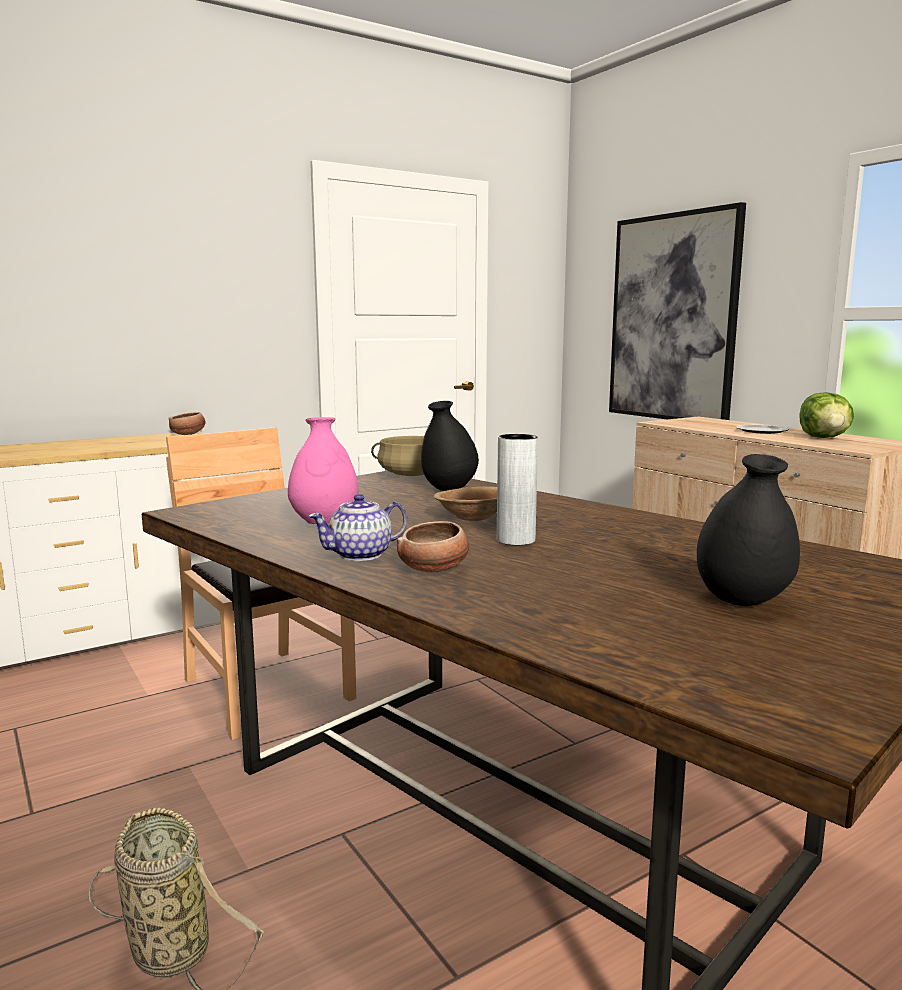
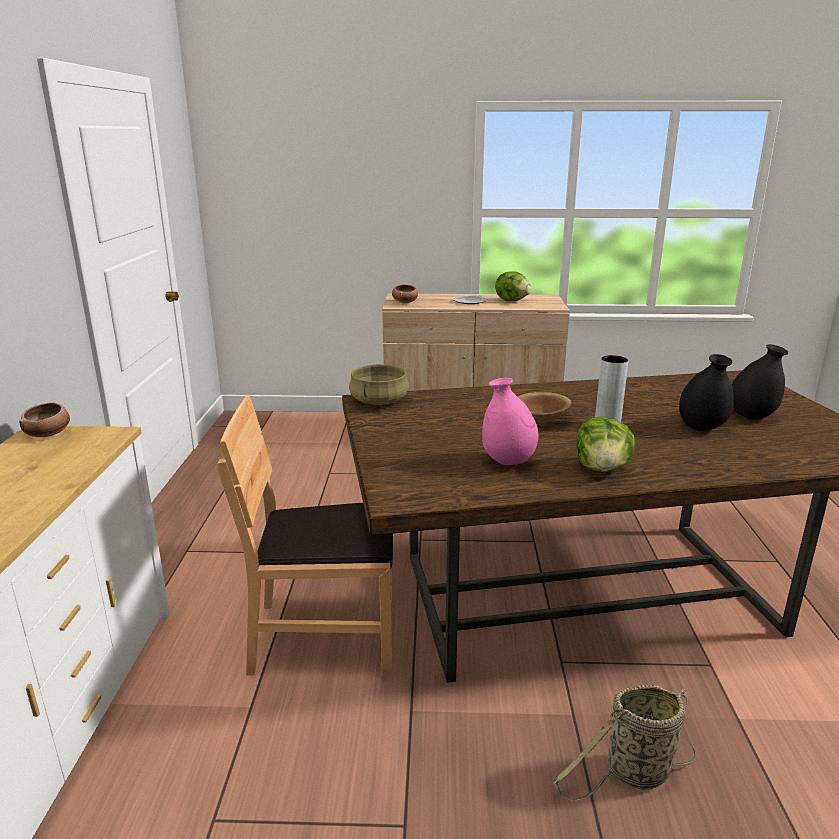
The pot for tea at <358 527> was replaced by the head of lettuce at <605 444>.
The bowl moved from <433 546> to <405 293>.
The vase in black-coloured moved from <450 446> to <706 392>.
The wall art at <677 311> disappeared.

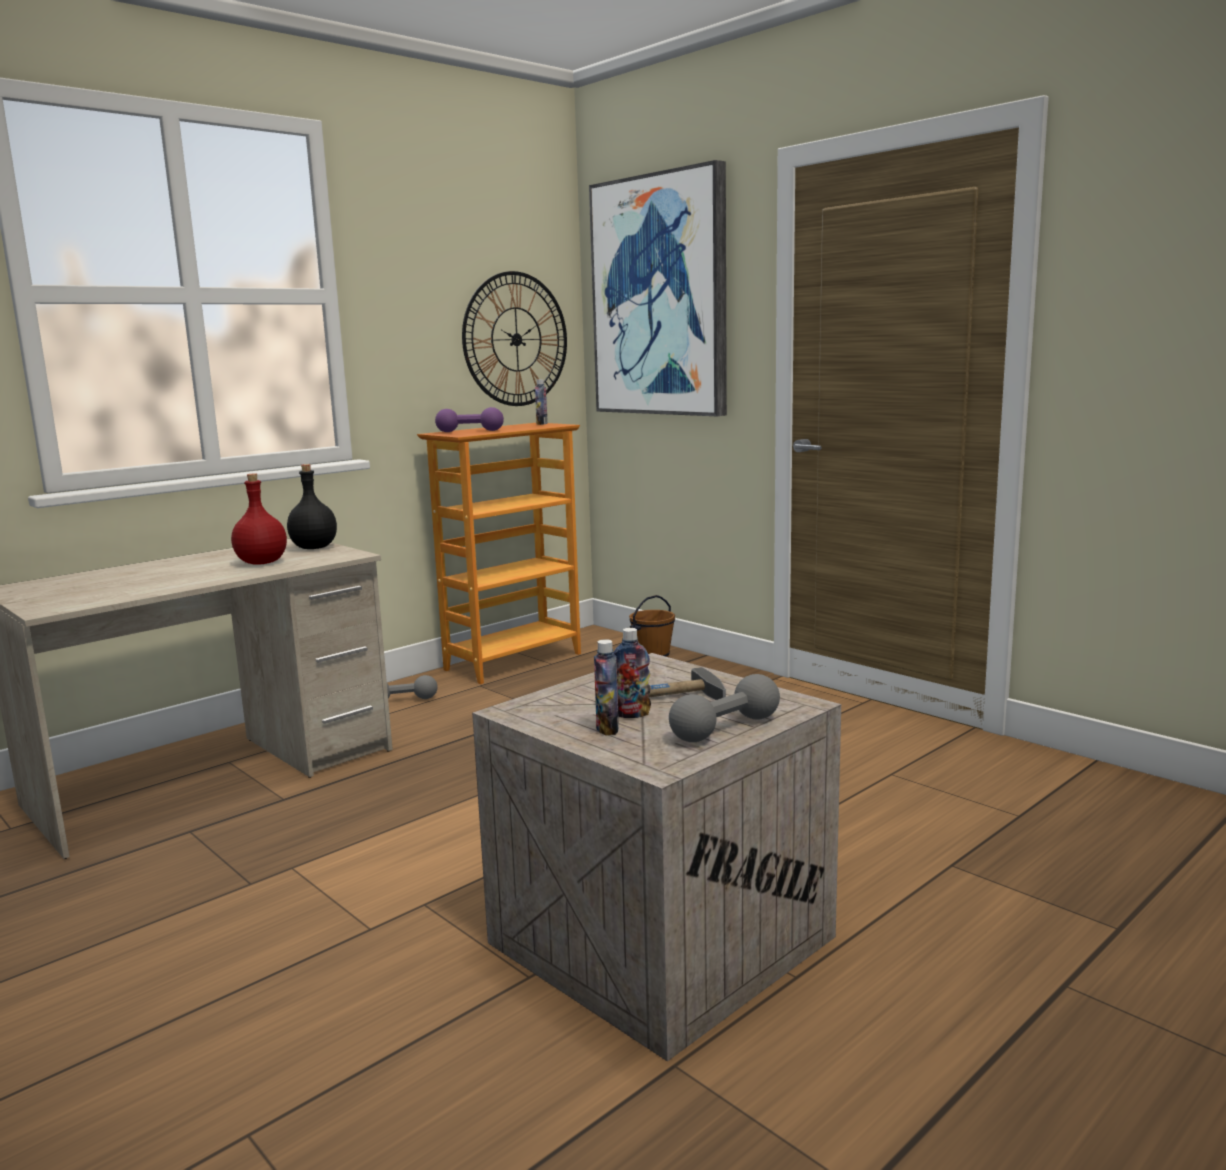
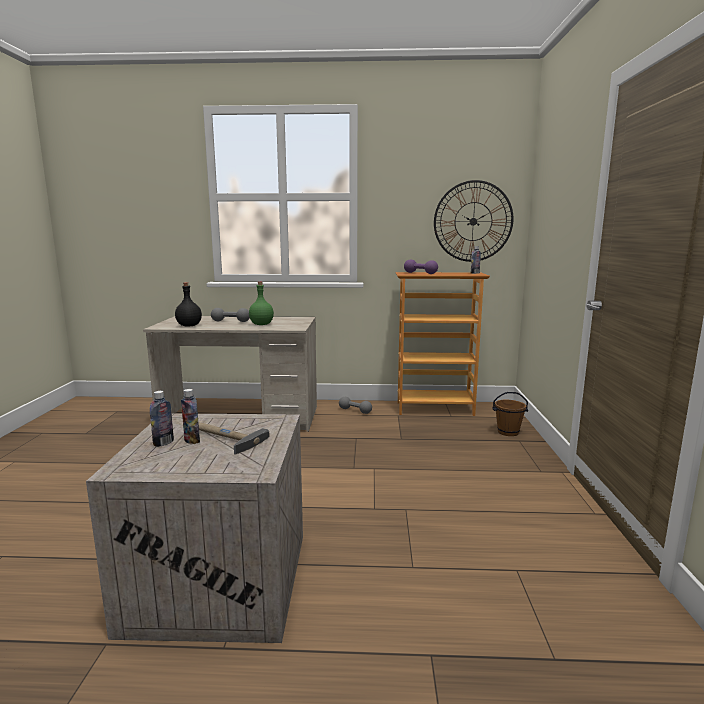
The drink bottle in red-coloured at <259 519> became the drink bottle in green at <261 303>.
The drink bottle in black-coloured moved from <312 506> to <188 304>.
The wall art at <658 288> disappeared.
The dumbbell in gray moved from <724 708> to <230 315>.

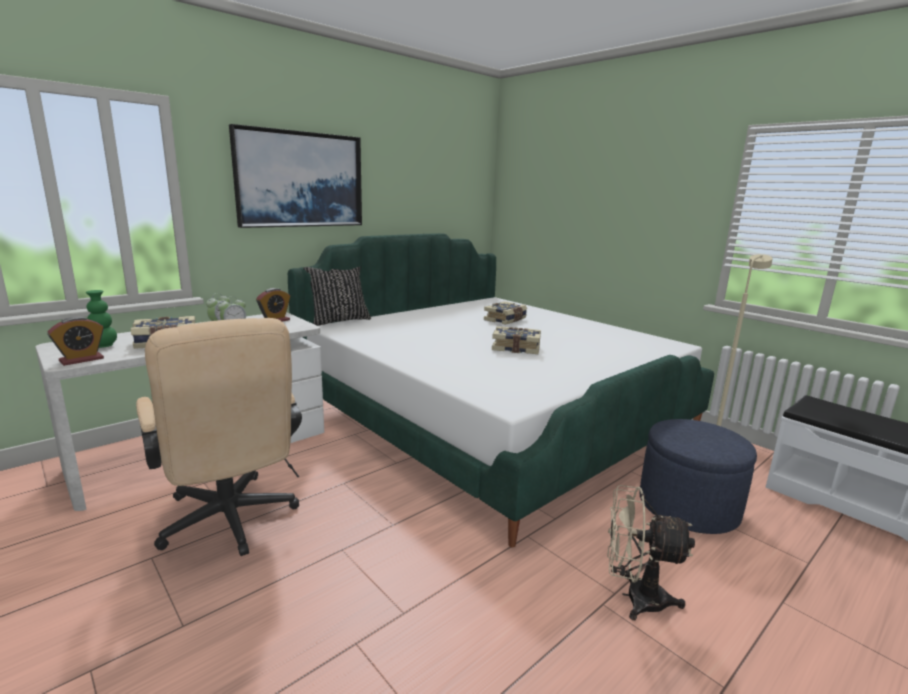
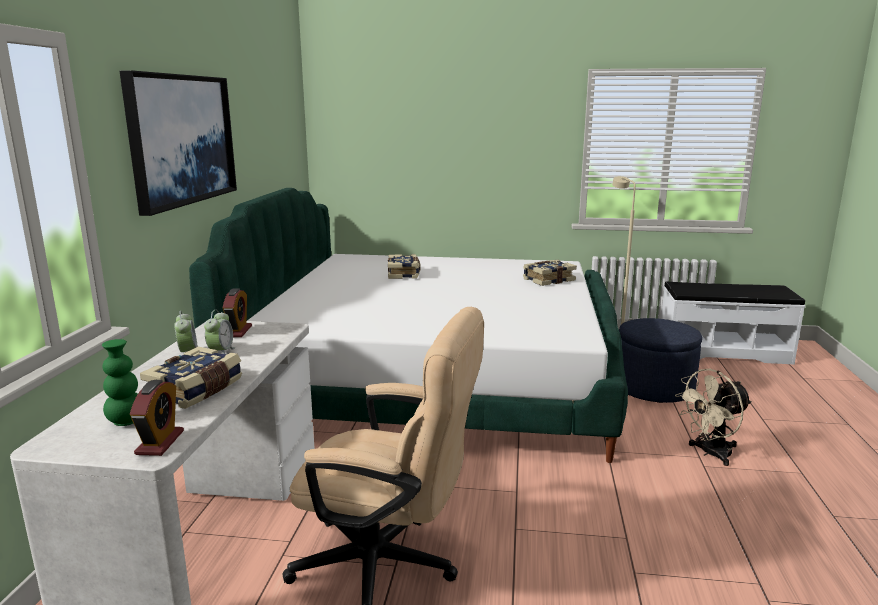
The pillow in black-coloured at <337 296> disappeared.
The bound book moved from <516 340> to <550 273>.

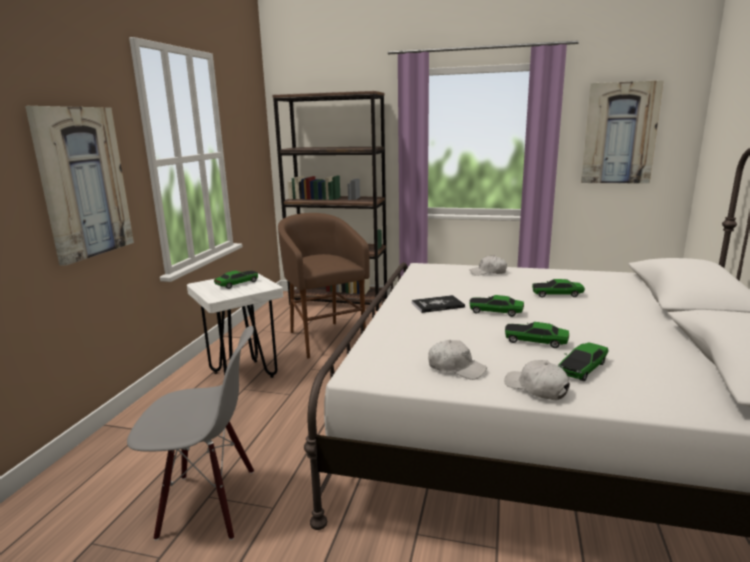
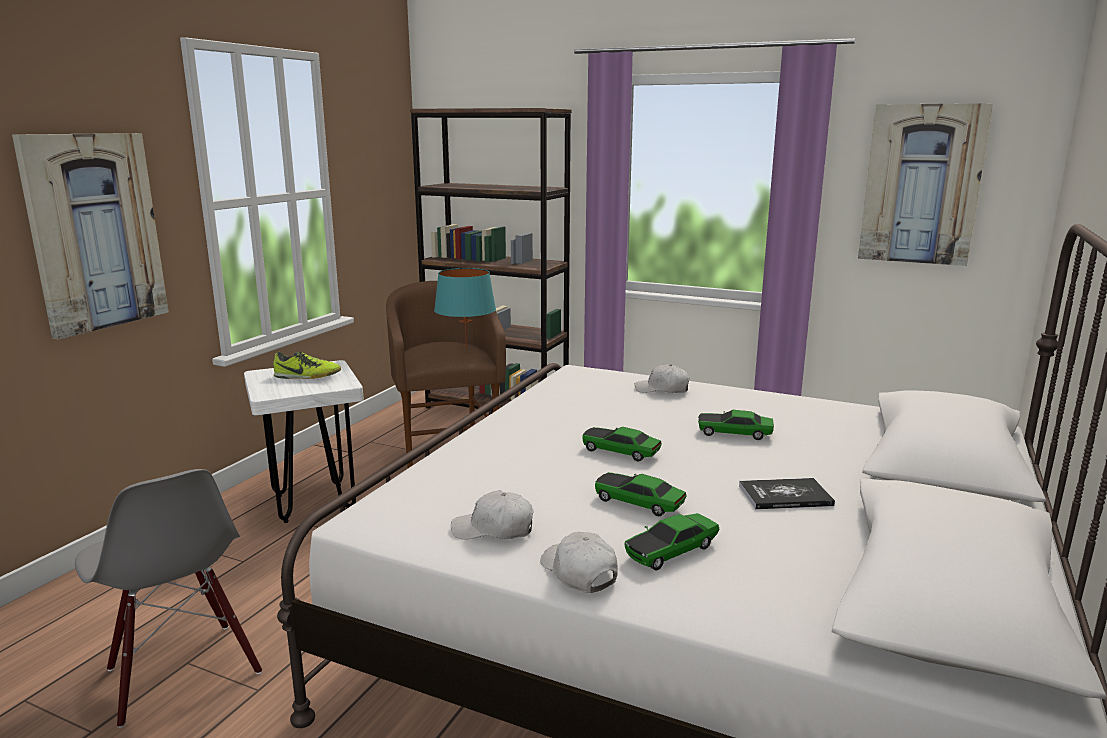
The chair in gray at <190 433> turned 45 degrees clockwise.
The model car at <236 280> was replaced by the low shoe at <307 365>.
The bound book moved from <438 304> to <787 493>.
The baseball cap in white at <457 360> turned 150 degrees clockwise.
The lamp for a table in turquoise at <465 308> appeared.

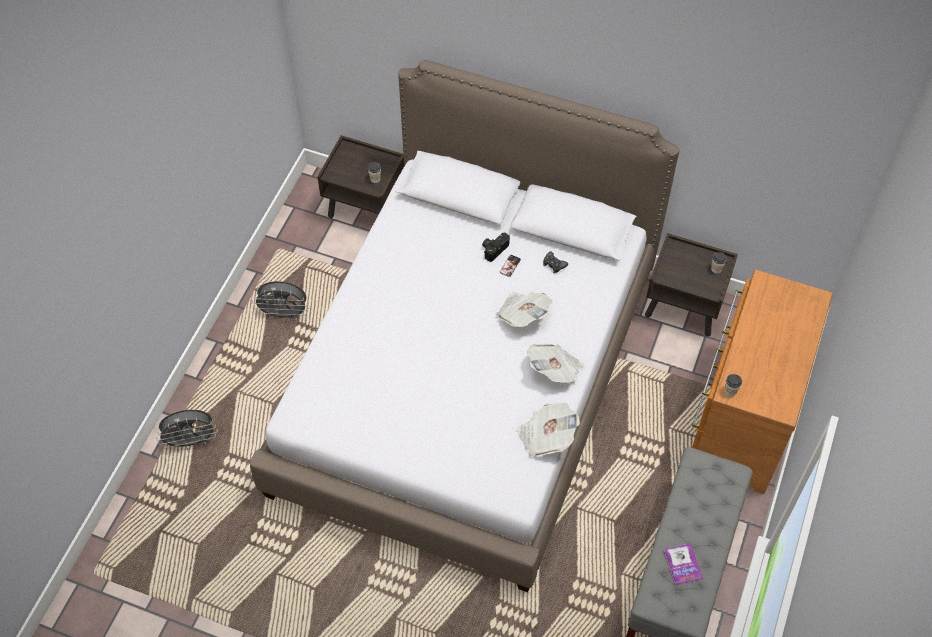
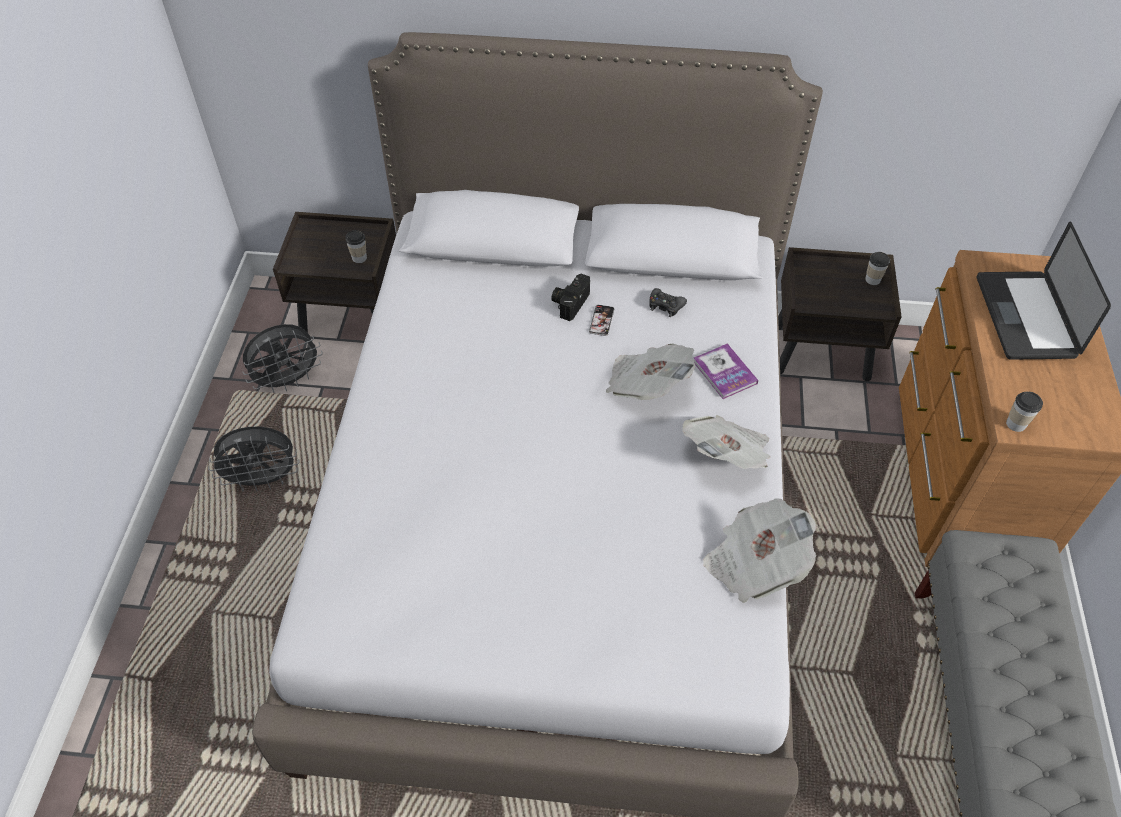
The cooling fan in gray moved from <187 430> to <283 358>.
The bound book moved from <683 564> to <726 371>.
The notebook computer at <1044 291> appeared.

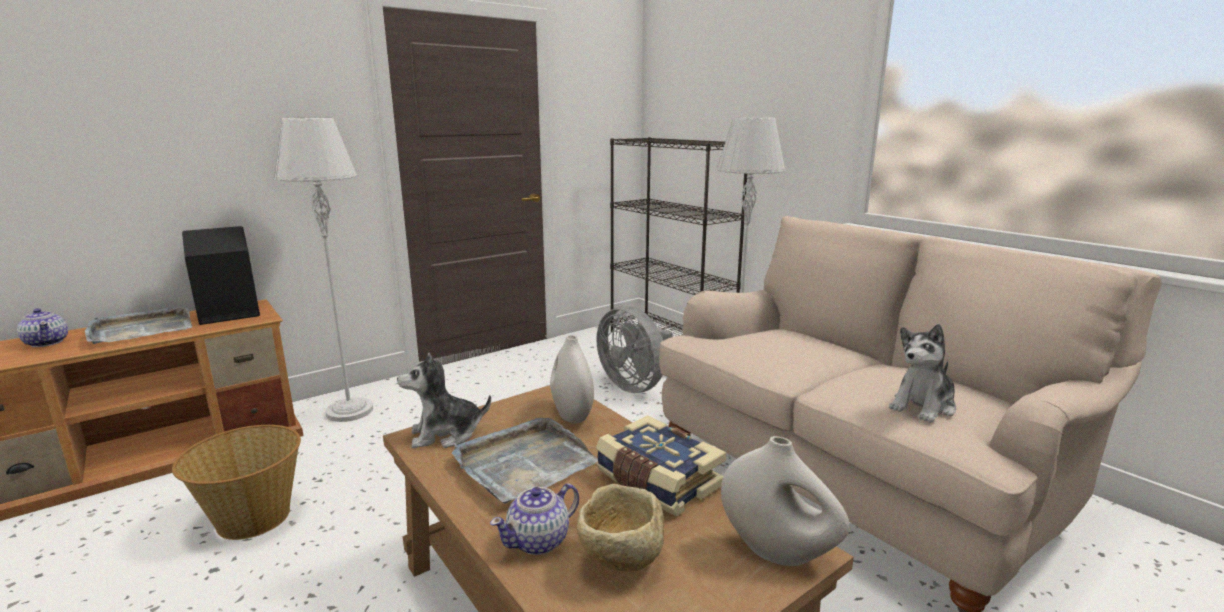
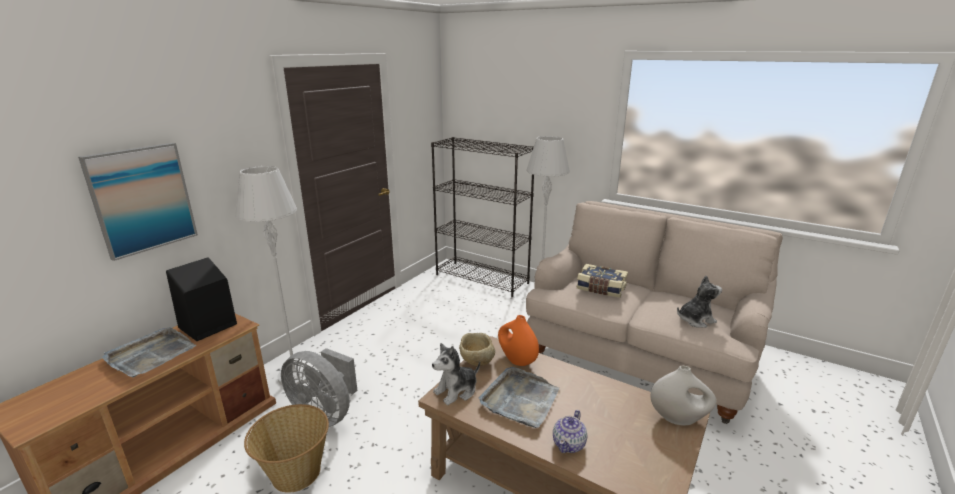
The pot for tea at <42 327> disappeared.
The vase in white at <572 379> became the vase in orangey at <518 340>.
The bowl in sand-coloured moved from <620 528> to <477 349>.
The cooling fan in gray moved from <634 349> to <319 387>.
The bound book moved from <661 465> to <602 281>.
The soft toy at <922 373> turned 135 degrees counterclockwise.
The wall art at <138 202> appeared.

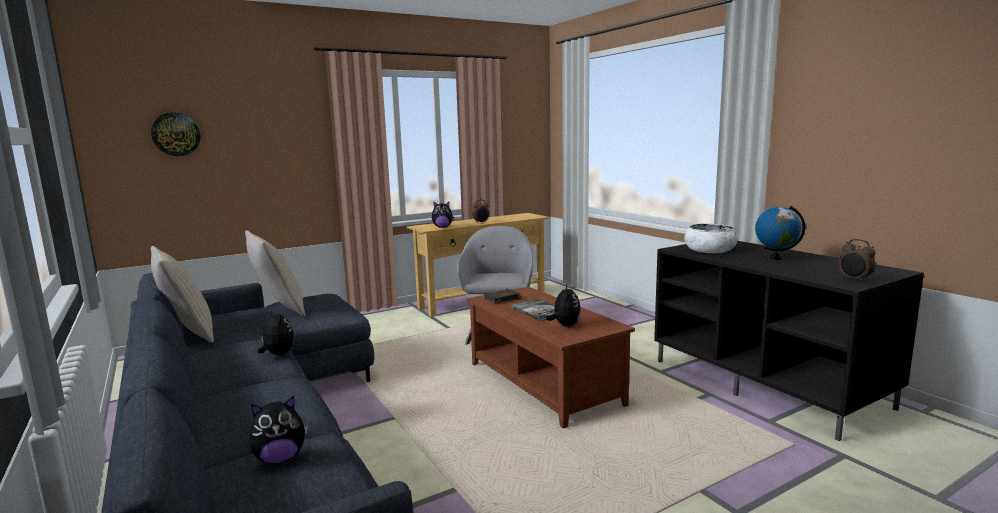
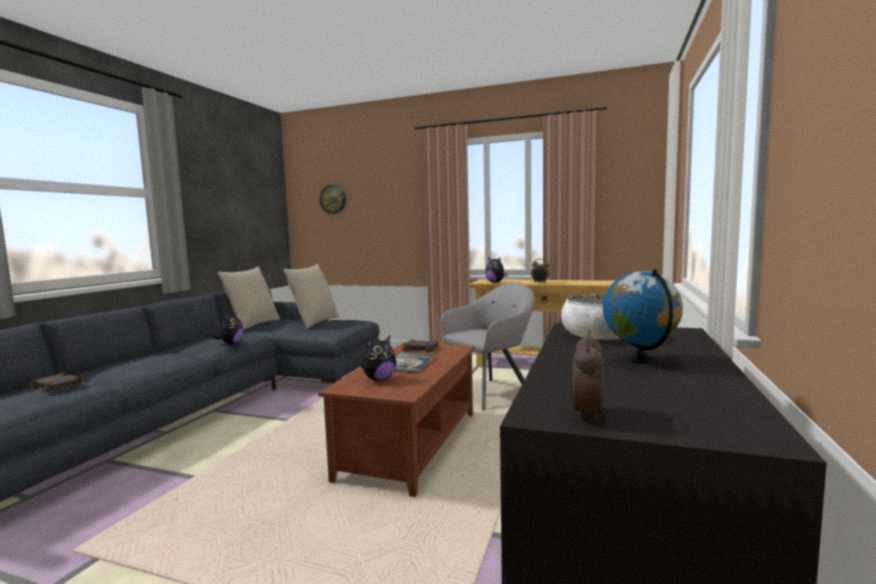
The soft toy at <278 430> was replaced by the bound book in black-coloured at <56 382>.

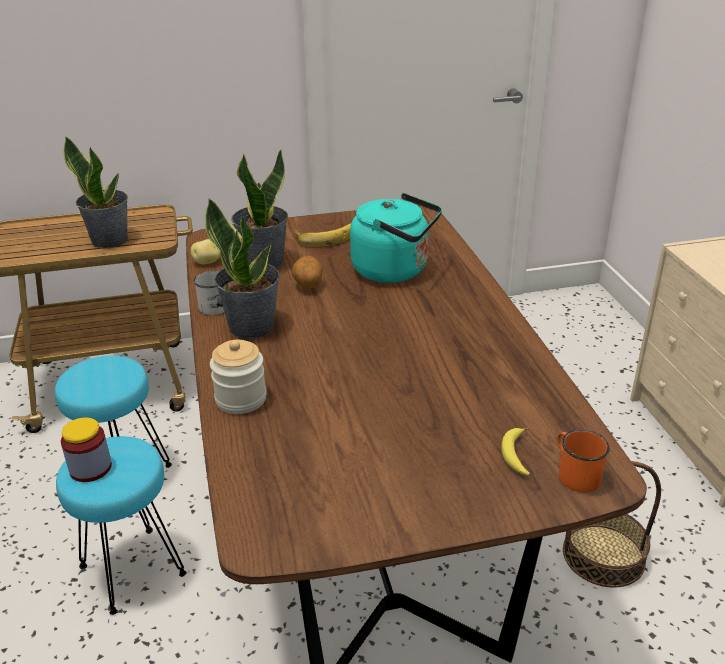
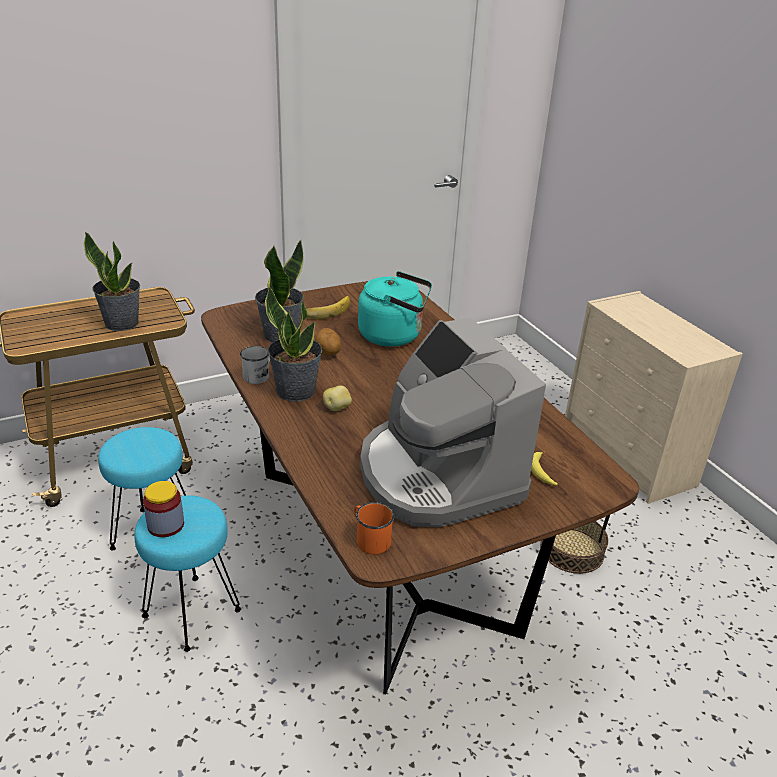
The spud moved from <205 251> to <337 398>.
The jar at <238 377> disappeared.
The tea mug in orangey moved from <583 460> to <374 528>.
The coffee brewer at <453 422> appeared.

